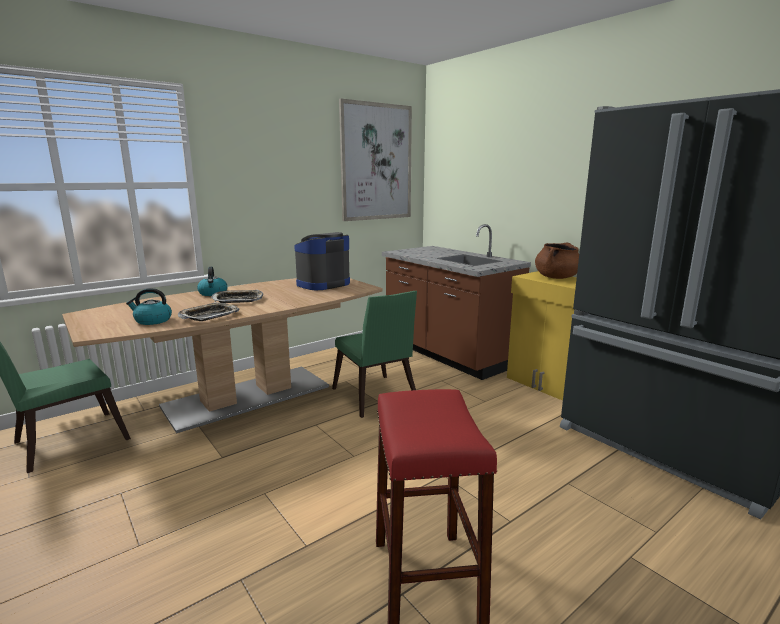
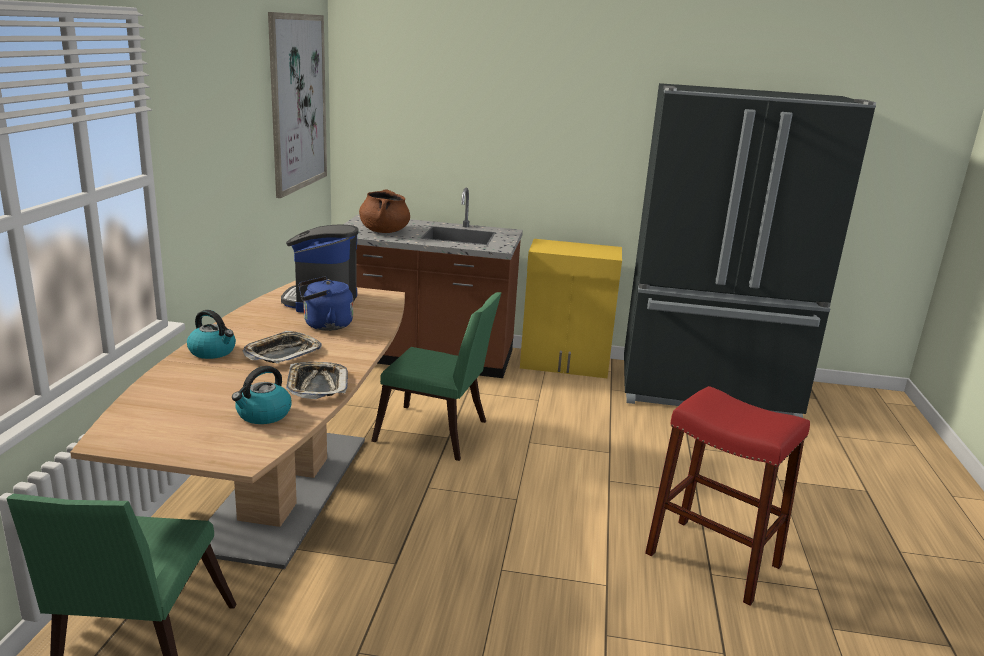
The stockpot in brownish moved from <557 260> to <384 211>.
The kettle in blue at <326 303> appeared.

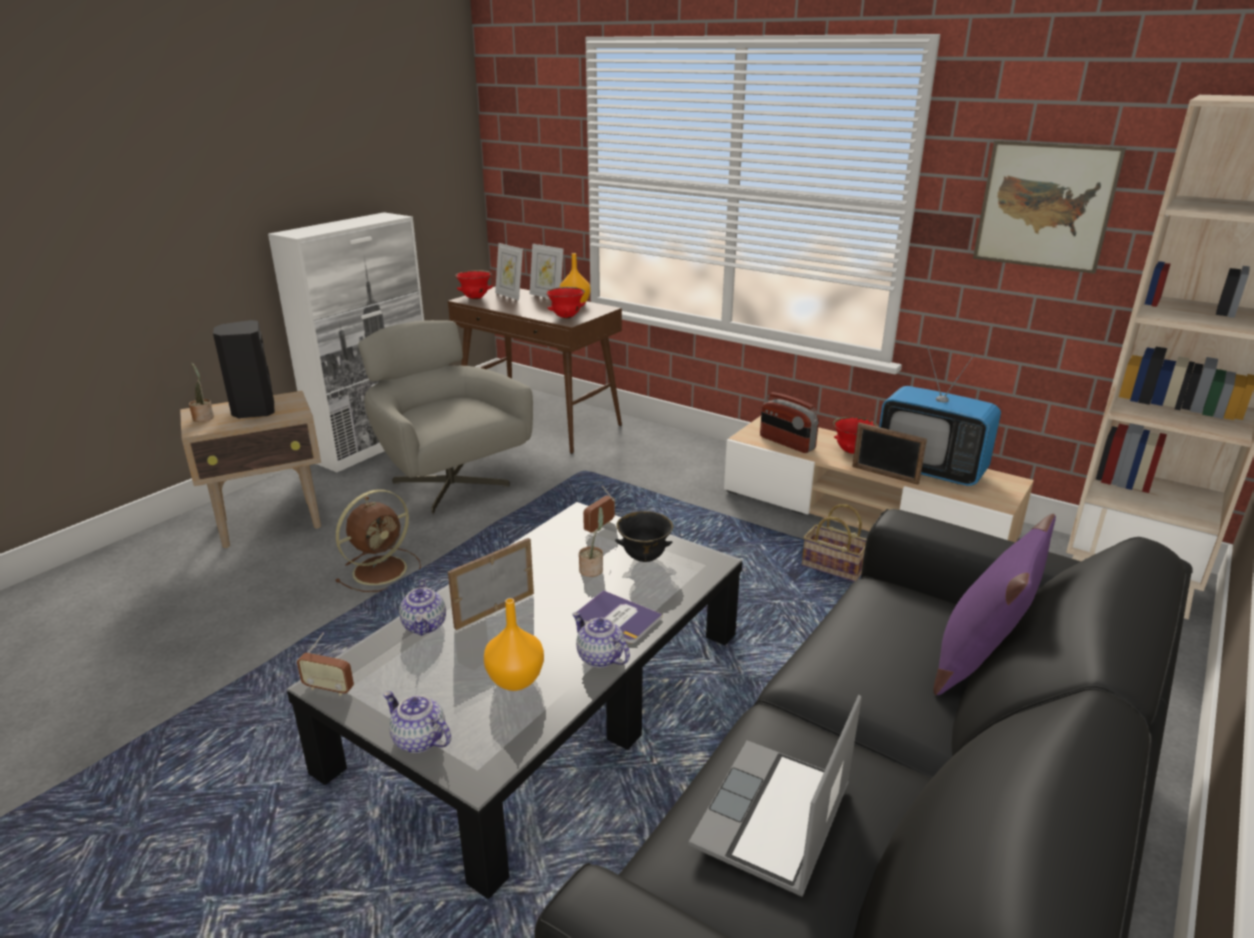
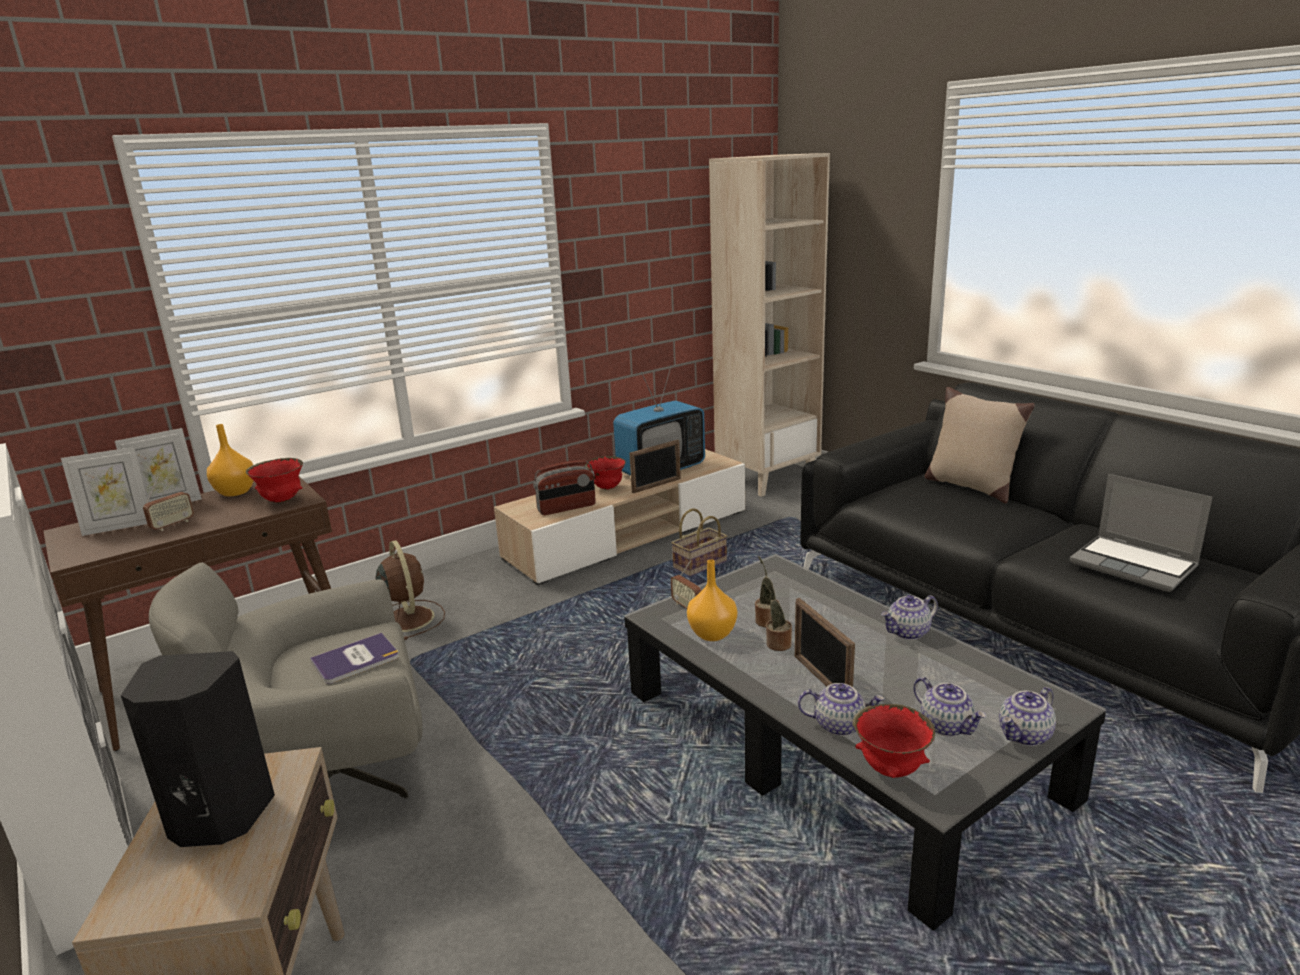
The plant in a pot moved from <201 392> to <777 617>.
The radio moved from <325 664> to <168 503>.
The cooling fan in brownish moved from <378 540> to <410 590>.
The bowl in red-coloured moved from <474 284> to <894 741>.
The vase in orangey moved from <514 644> to <712 600>.
The bound book moved from <619 617> to <354 658>.
The bowl in black-coloured at <644 536> disappeared.
The pillow in purplish at <994 604> became the pillow in sand-coloured at <979 445>.
The wall art at <1049 207> disappeared.
The pot for tea at <949 707> appeared.

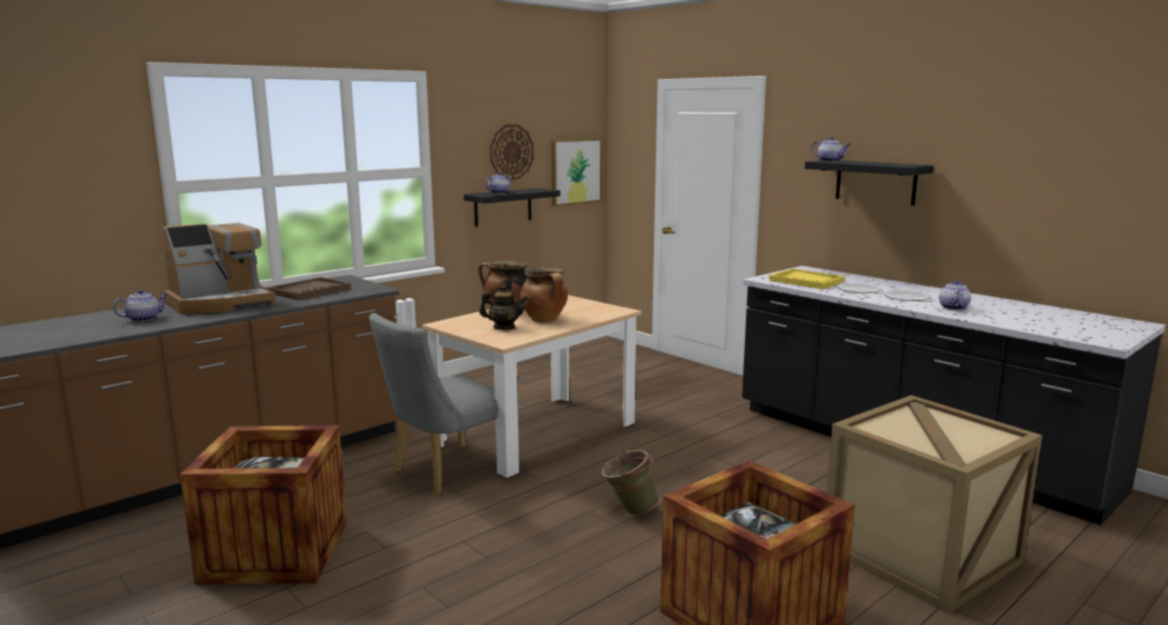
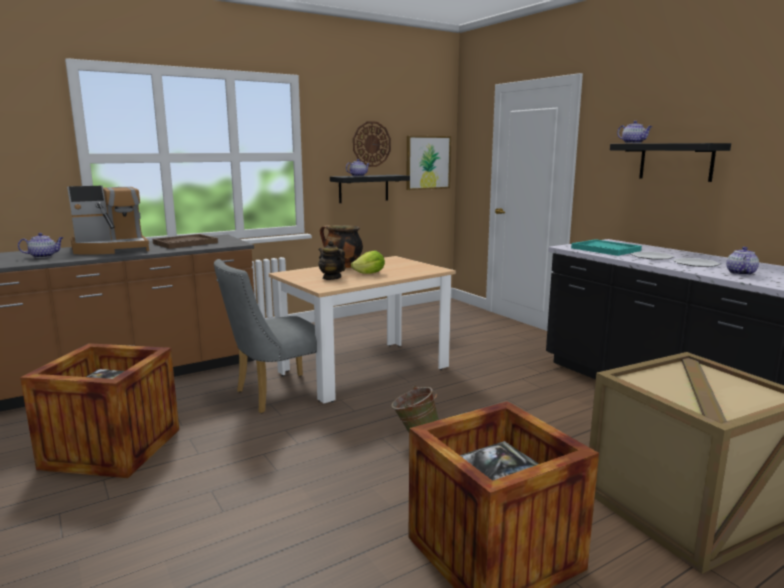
The pot for tea at <503 307> turned 150 degrees counterclockwise.
The stockpot at <544 295> was replaced by the head of lettuce at <368 262>.
The serving tray in yellow-coloured at <807 279> became the serving tray in turquoise at <606 247>.

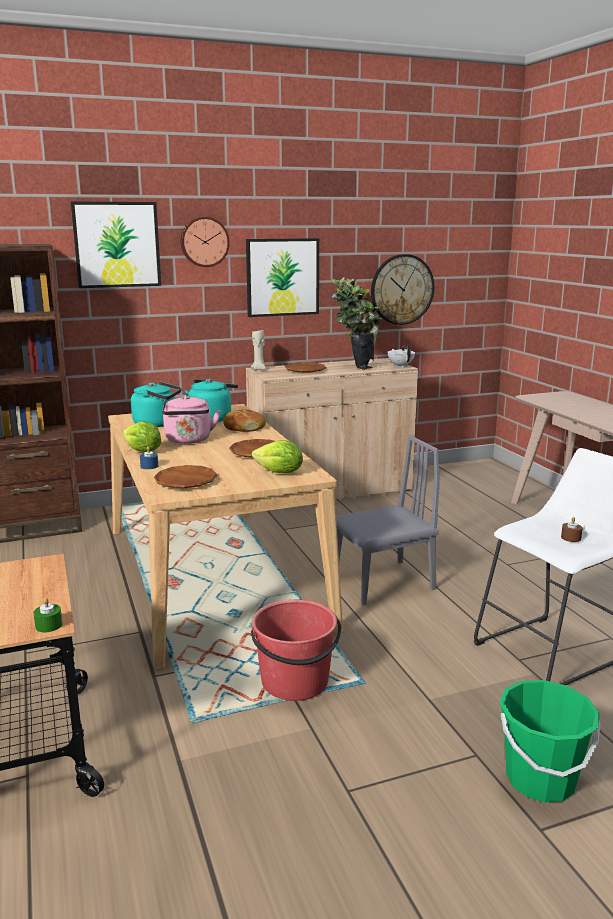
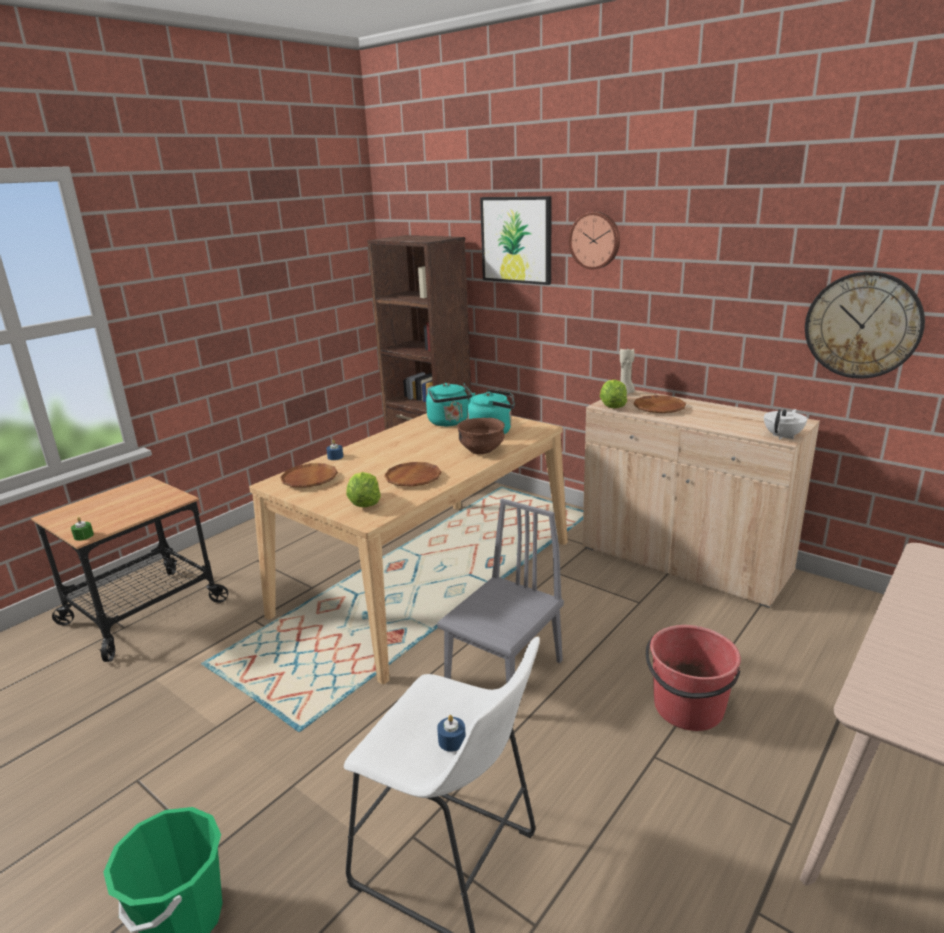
The head of lettuce moved from <141 437> to <613 393>.
The kettle in pinkish at <191 419> disappeared.
The baked bread at <244 420> was replaced by the bowl in brownish at <481 436>.
The wall art at <282 277> disappeared.
The water bucket in red-coloured moved from <296 650> to <693 678>.
The plant in a pot at <357 323> disappeared.
The chair in gray at <388 520> turned 90 degrees counterclockwise.
The candle in brownish at <572 529> became the candle in blue at <451 733>.

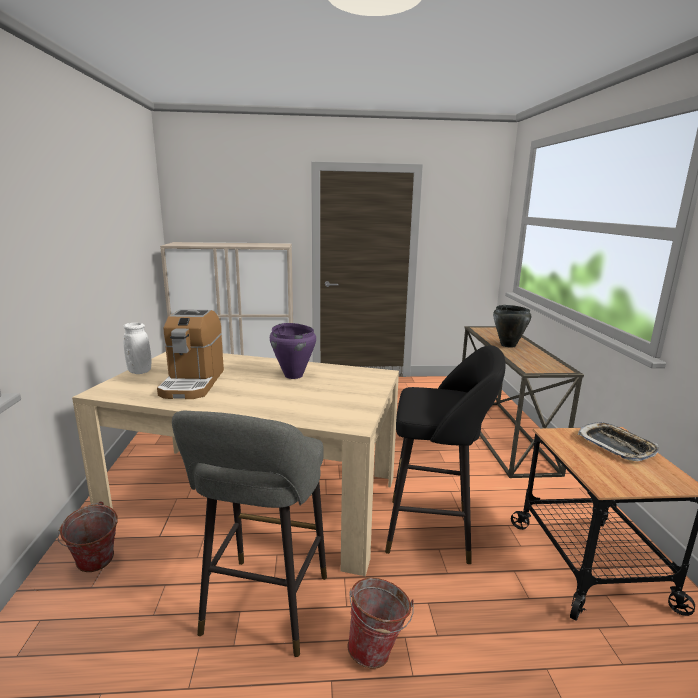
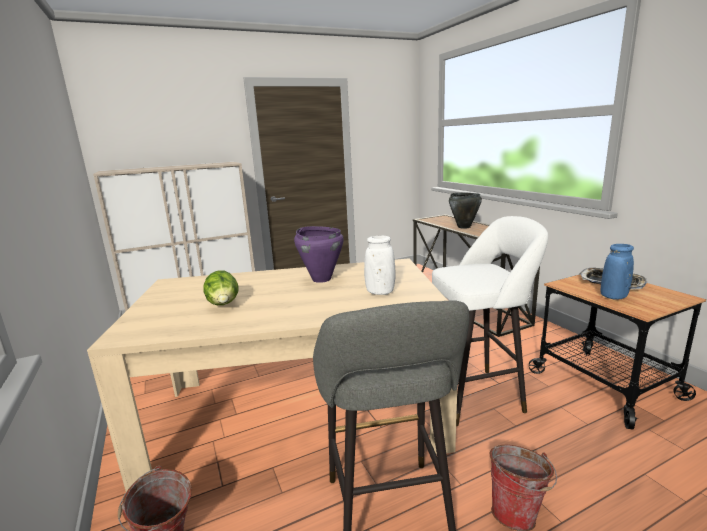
The vase in white moved from <137 348> to <380 265>.
The coffee brewer at <190 354> was replaced by the head of lettuce at <221 287>.
The sitting stool in black-coloured at <445 454> became the sitting stool in white at <490 321>.
The vase in blue at <617 272> appeared.

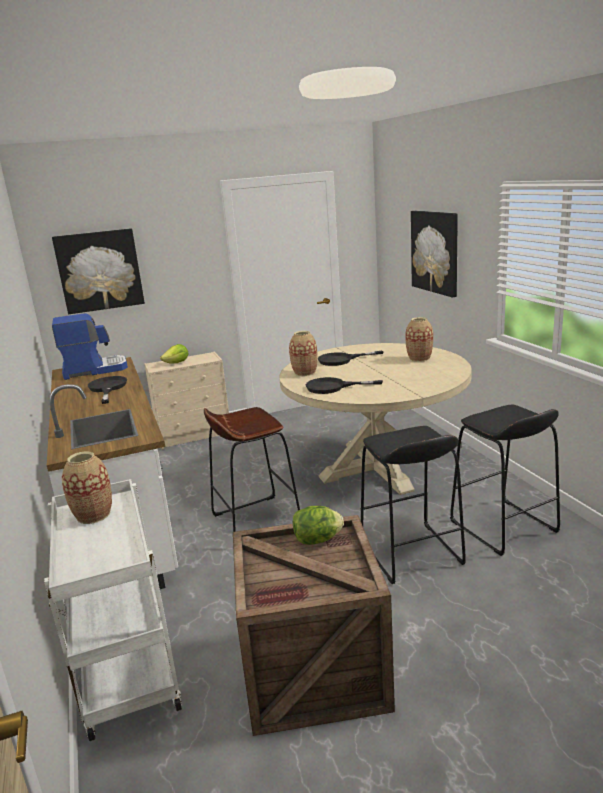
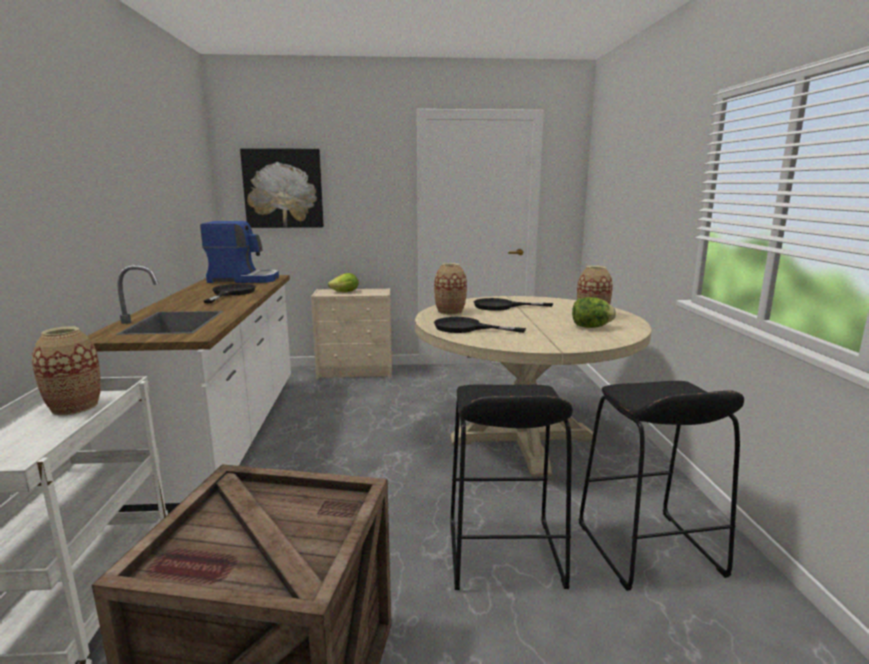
The sitting stool in brownish at <252 469> disappeared.
The head of lettuce moved from <318 525> to <594 312>.
The wall art at <434 254> disappeared.

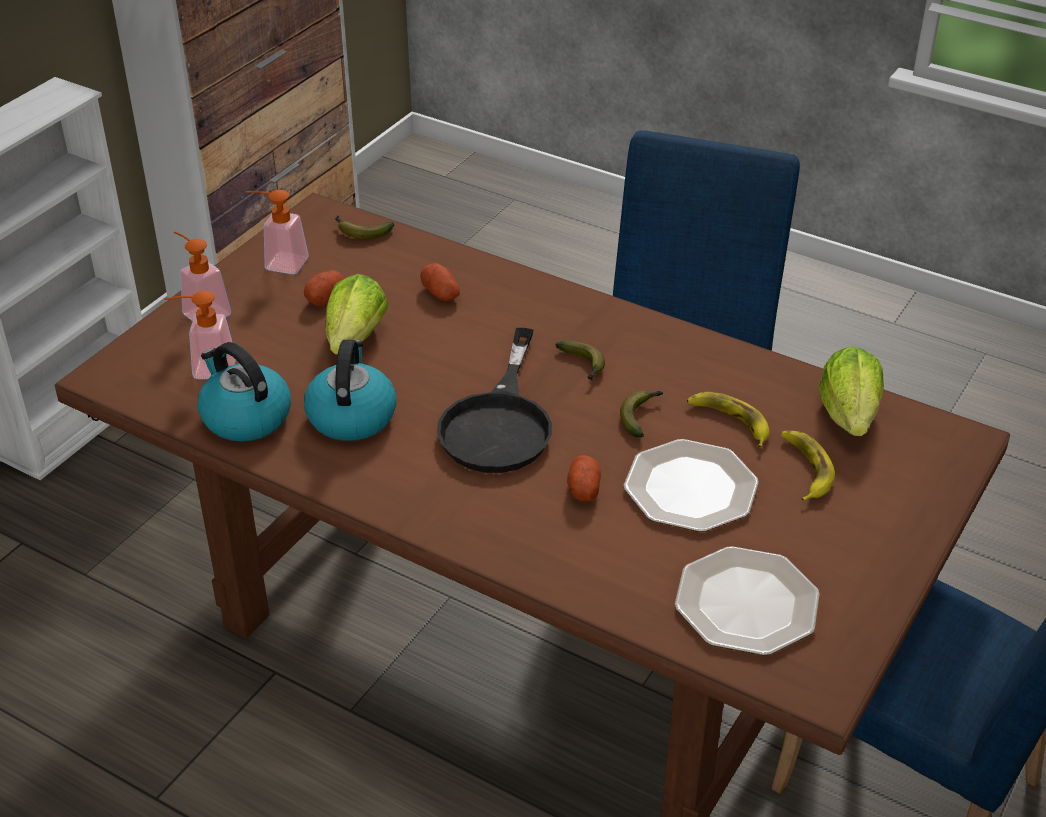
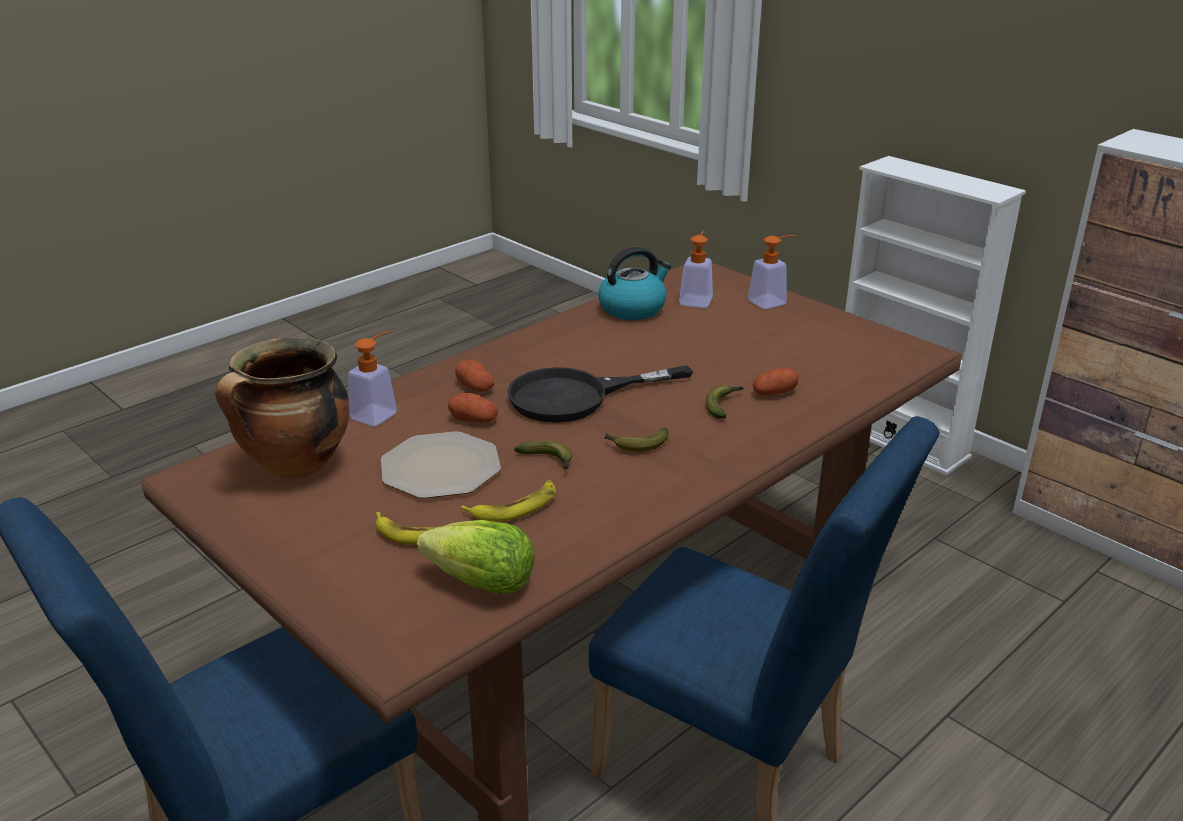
The soap bottle moved from <277 232> to <372 378>.
The spud moved from <324 288> to <474 375>.
The kettle at <350 390> disappeared.
The head of lettuce at <357 314> disappeared.
The banana fruit moved from <364 227> to <725 402>.
The frying pan in black-coloured at <494 400> turned 45 degrees counterclockwise.
The flat dish at <747 601> was replaced by the stockpot at <282 408>.

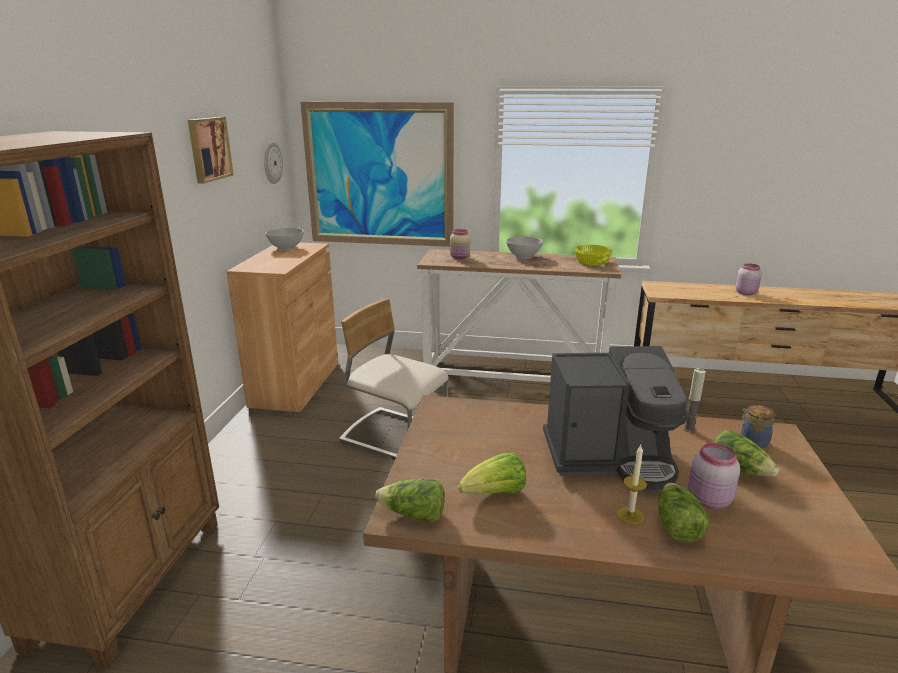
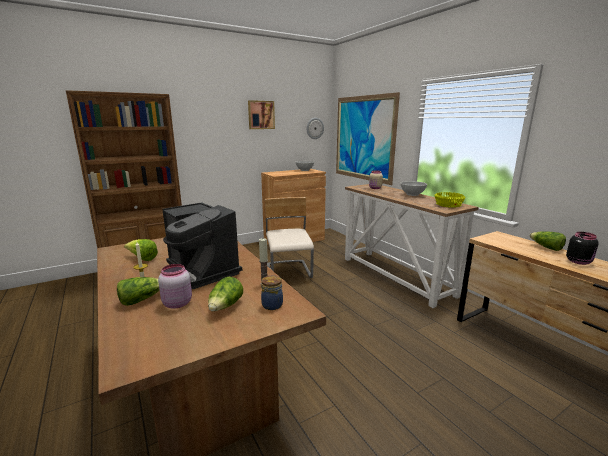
The head of lettuce moved from <410 500> to <547 241>.
The jar in pinkish at <748 279> became the jar in black-coloured at <582 248>.

